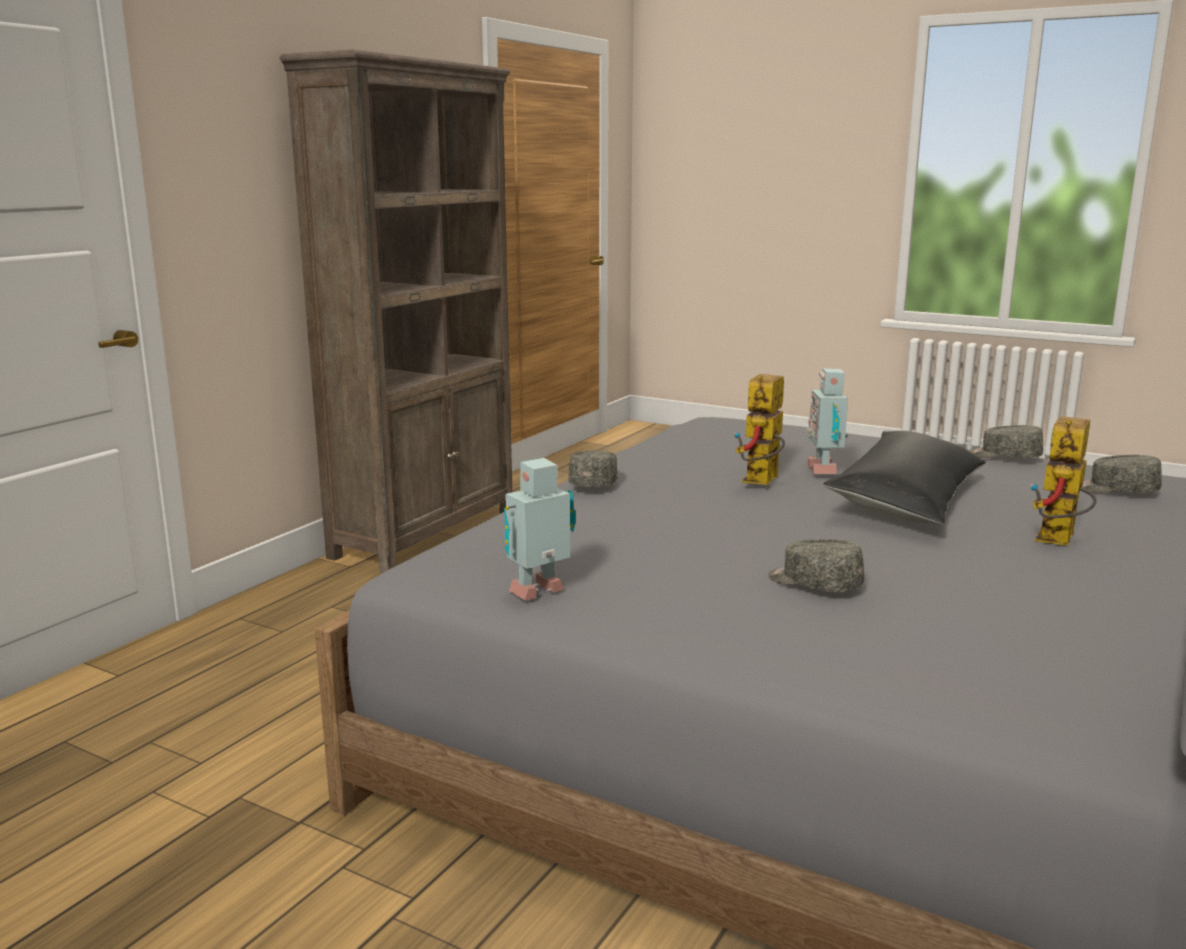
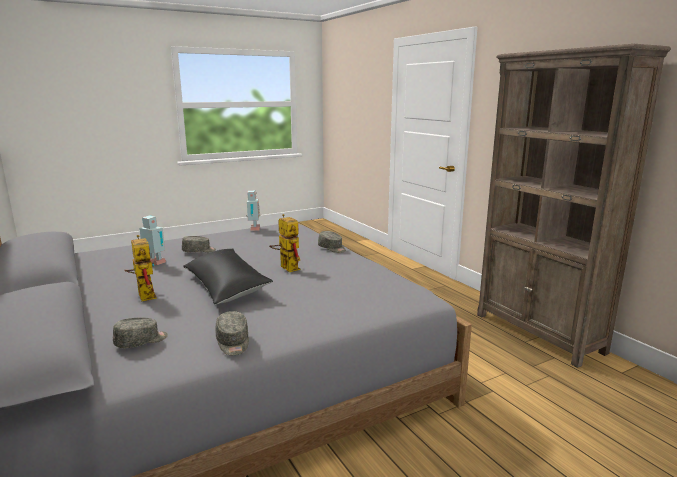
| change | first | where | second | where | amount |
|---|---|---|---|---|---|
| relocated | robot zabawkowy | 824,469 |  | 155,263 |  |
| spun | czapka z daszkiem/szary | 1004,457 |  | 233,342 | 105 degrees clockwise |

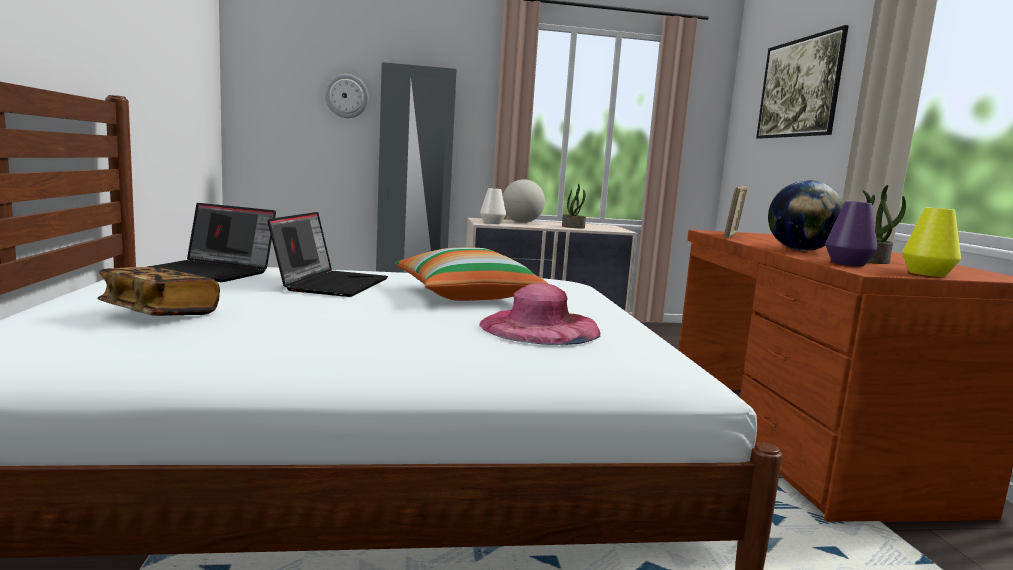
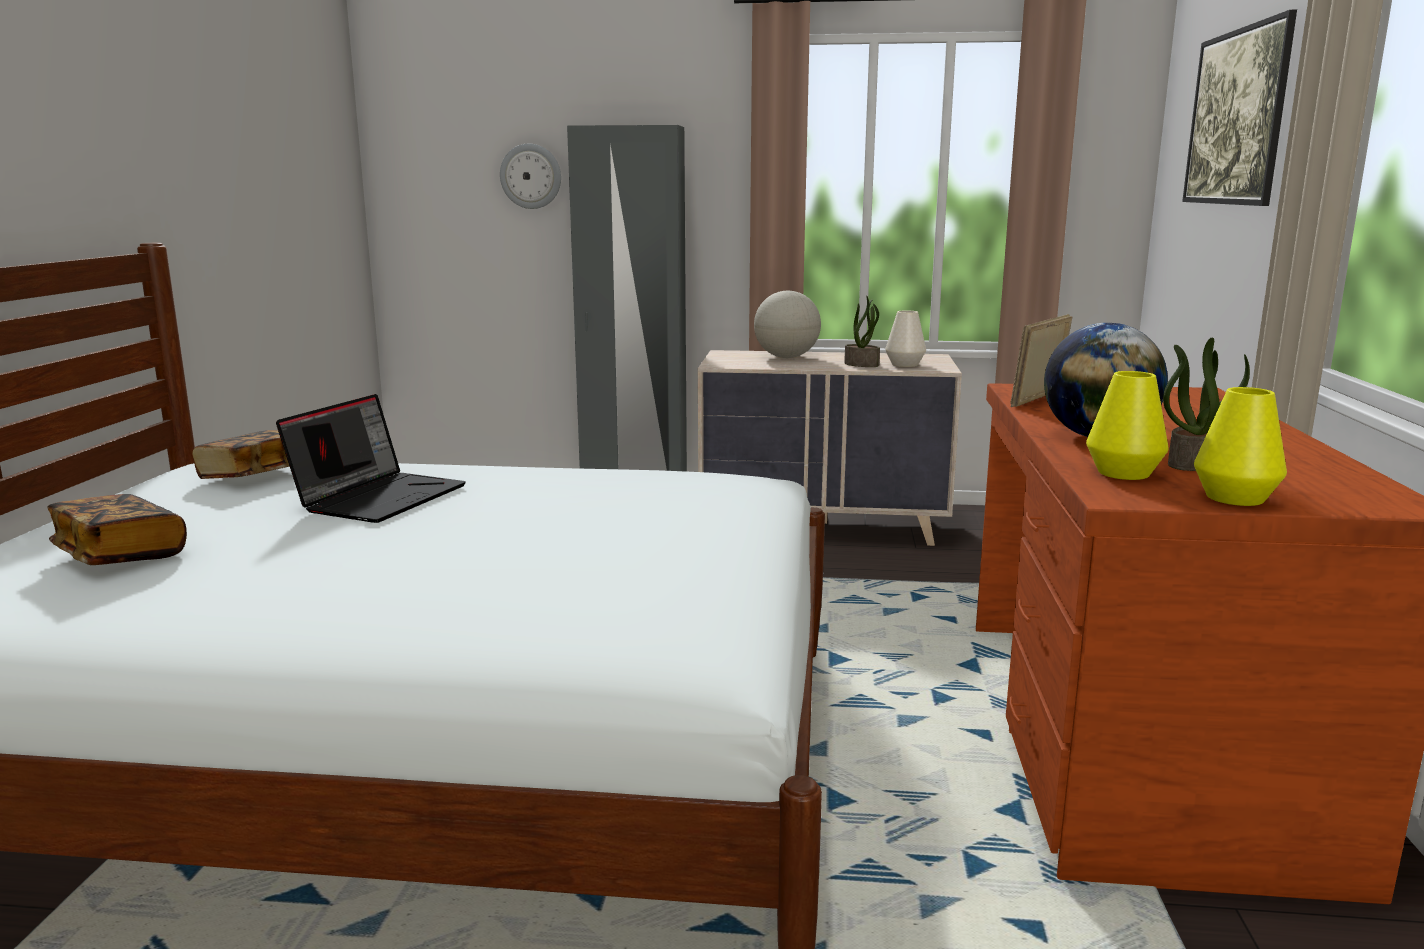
| change | first | where | second | where | amount |
|---|---|---|---|---|---|
| exchanged | laptop | 212,271 | książka | 254,476 |  |
| missing | poduszka | 466,295 |  |  |  |
| missing | kapelusz/różowy | 540,327 |  |  |  |
| relocated | wazon/biały | 492,223 |  | 904,364 |  |
| colour | wazon/fioletowy | 848,263 | wazon/żółty | 1124,473 |  |

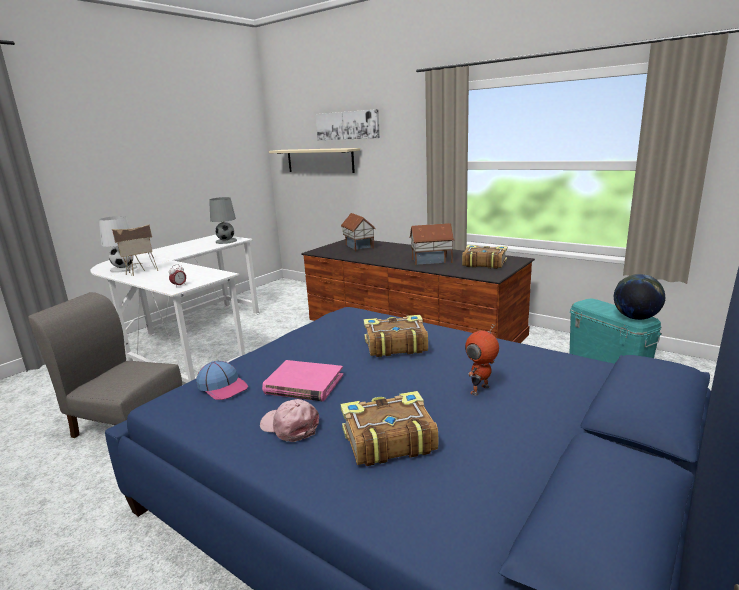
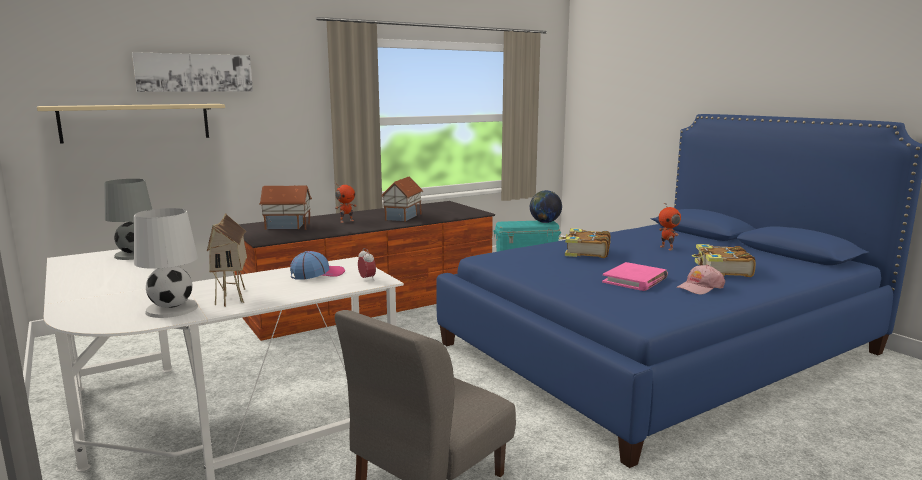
| change | first | where | second | where | amount |
|---|---|---|---|---|---|
| relocated | czapka z daszkiem | 223,387 |  | 317,273 |  |
| missing | książka | 483,263 |  |  |  |
| appeared |  |  | robot zabawkowy | 346,221 |  |

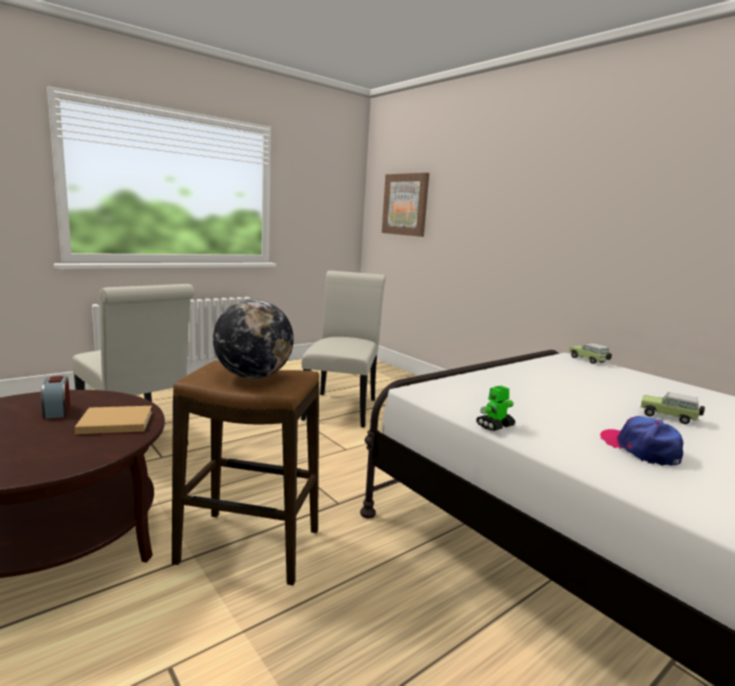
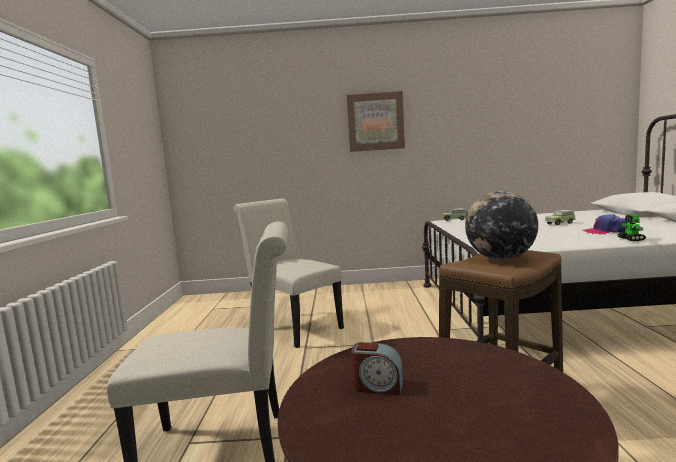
| change | first | where | second | where | amount |
|---|---|---|---|---|---|
| missing | książka/beżowy | 113,422 |  |  |  |
| relocated | obraz | 405,204 |  | 375,122 |  |
| relocated | robot zabawkowy | 494,426 |  | 631,239 |  |

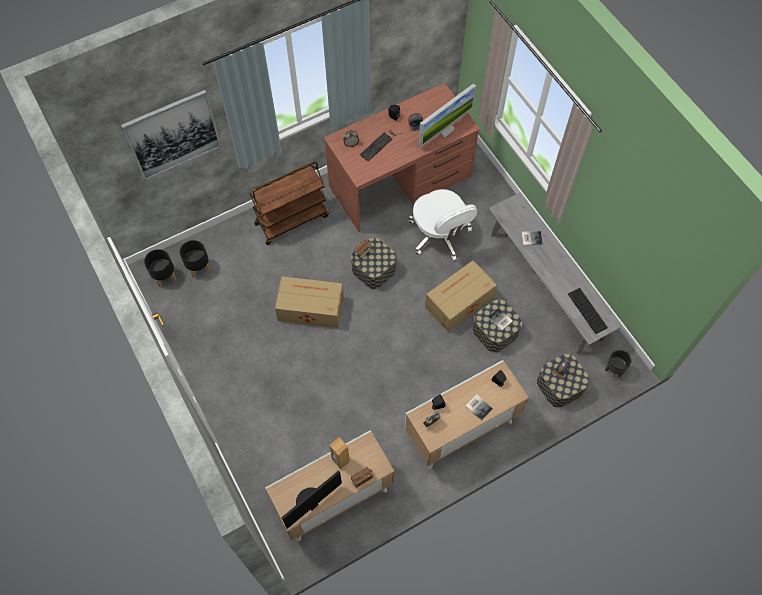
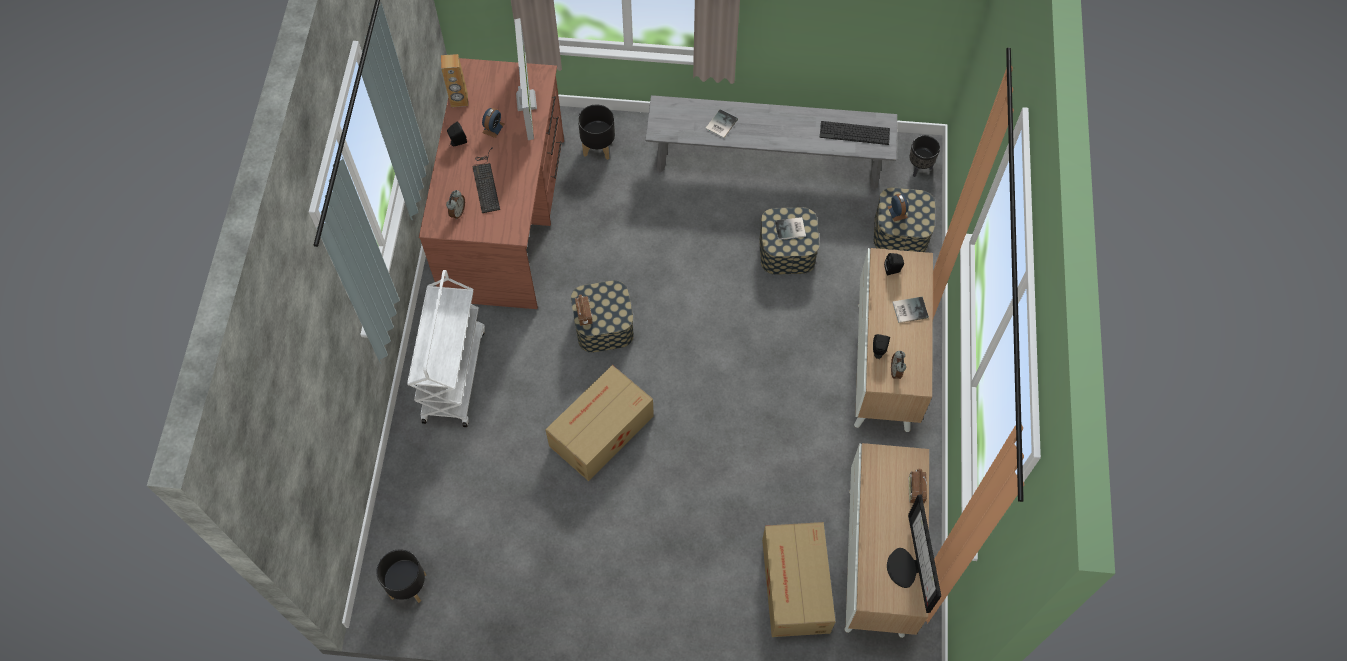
| change | first | where | second | where | amount |
|---|---|---|---|---|---|
| missing | obraz | 173,134 |  |  |  |
| relocated | donica/czarny | 199,267 |  | 598,147 |  |
| colour | wózek/brązowy | 292,219 | wózek/biały | 453,374 |  |
| relocated | głośnik/brązowy | 340,460 |  | 459,100 |  |
| missing | krzesło biurowe/biały | 439,235 |  |  |  |
| relocated | karton | 458,302 |  | 795,587 |  |

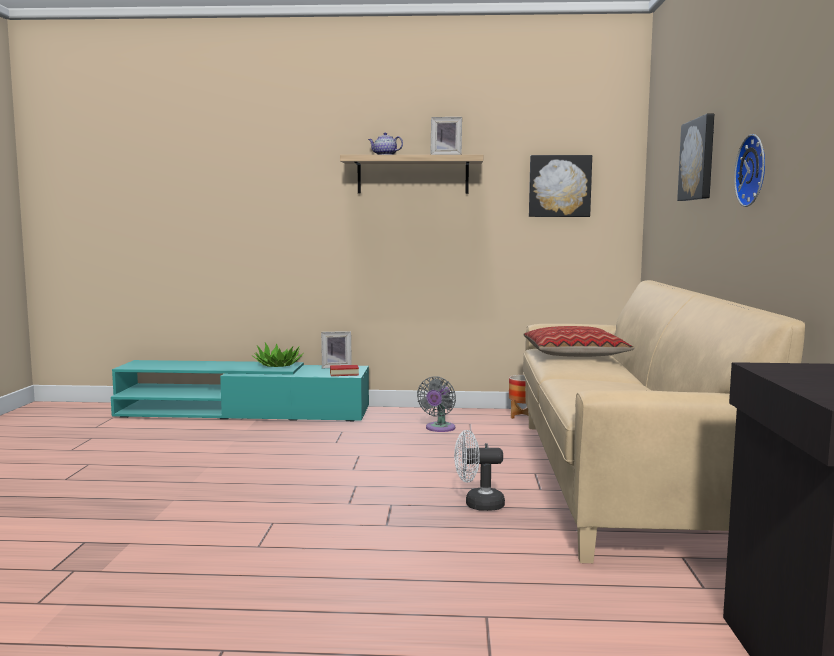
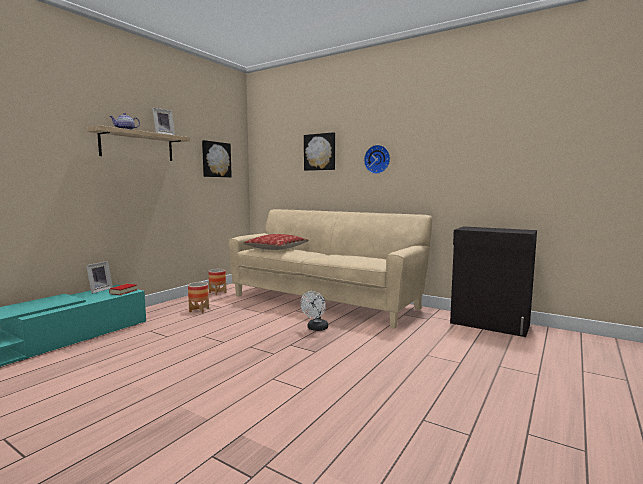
| change | first | where | second | where | amount |
|---|---|---|---|---|---|
| missing | roślina doniczkowa | 278,365 |  |  |  |
| exchanged | wentylator/szary | 439,428 | donica | 199,310 |  |

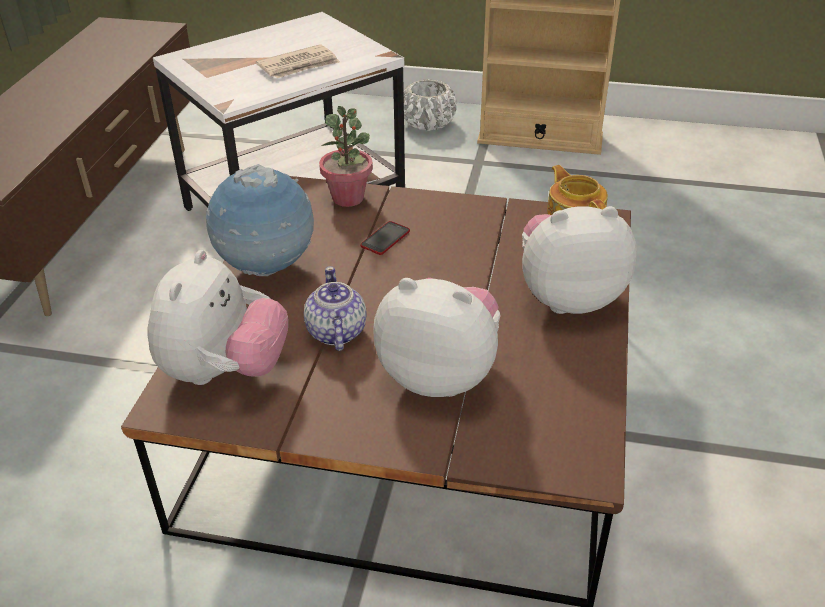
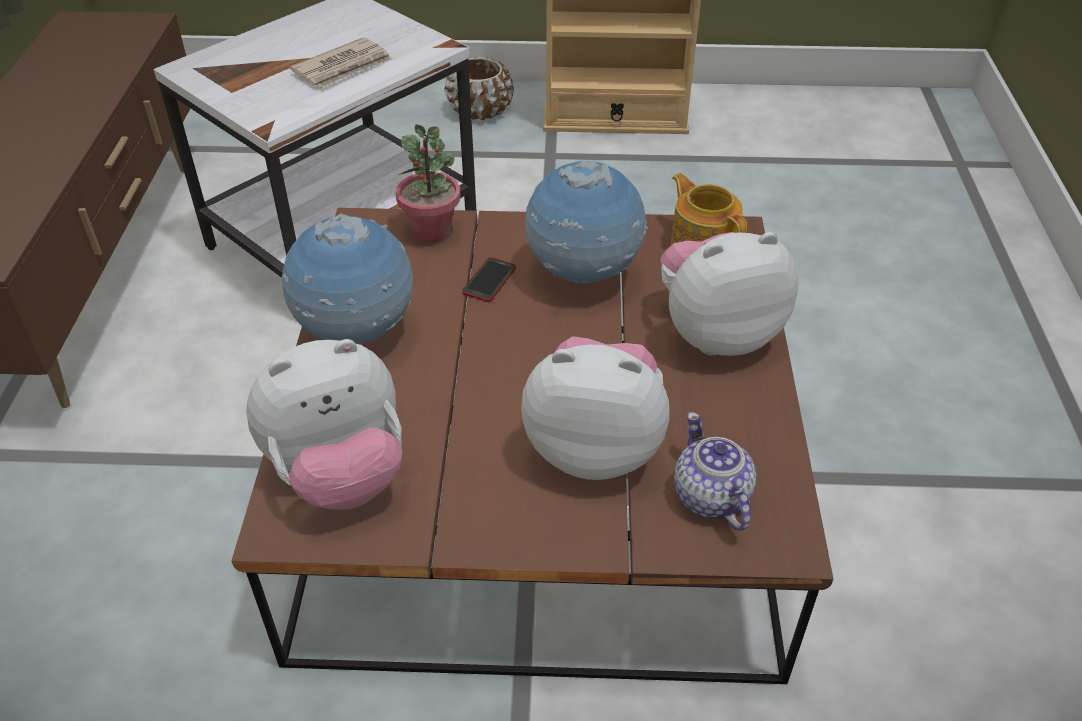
| change | first | where | second | where | amount |
|---|---|---|---|---|---|
| spun | pluszak | 224,371 |  | 340,473 | 60 degrees clockwise |
| relocated | imbryk | 335,332 |  | 710,497 |  |
| colour | donica/biały | 428,123 | donica/brązowy | 480,110 |  |
| appeared |  |  | globus | 583,275 |  |

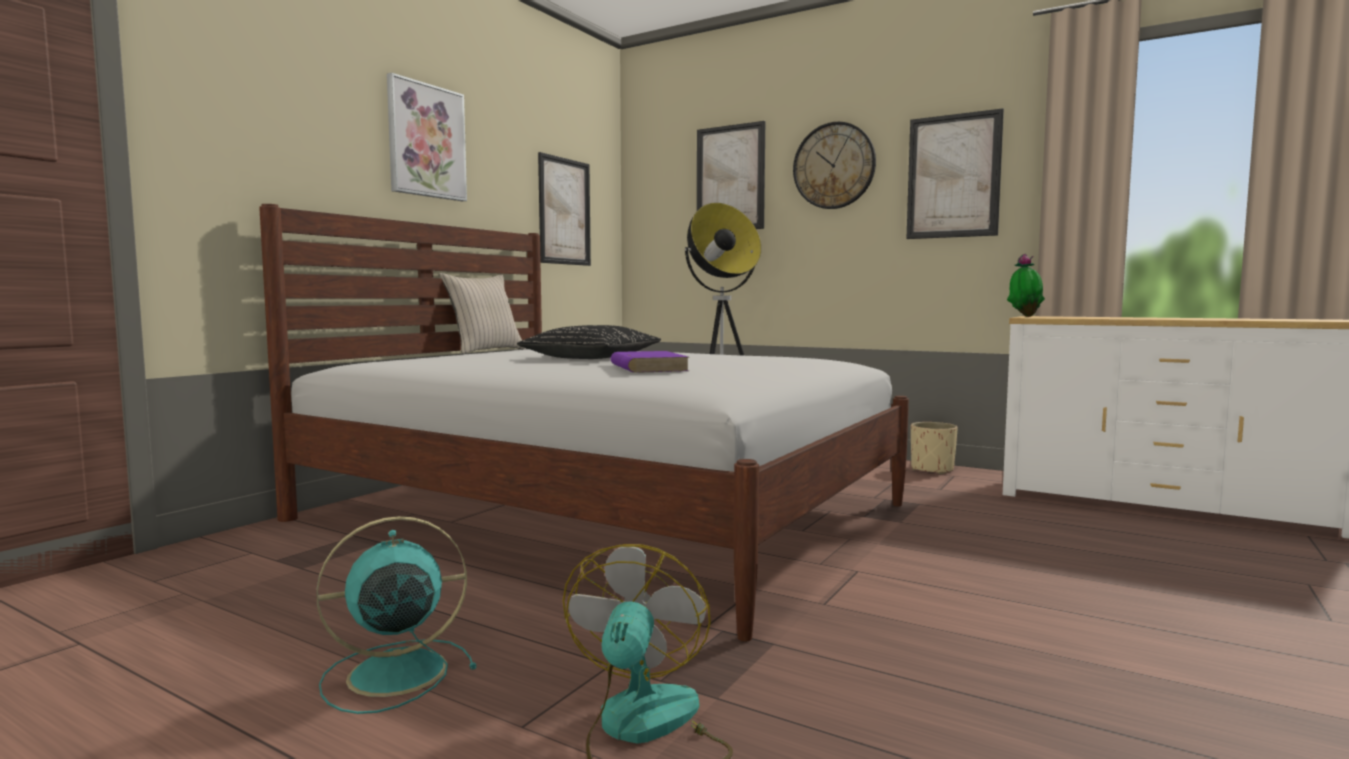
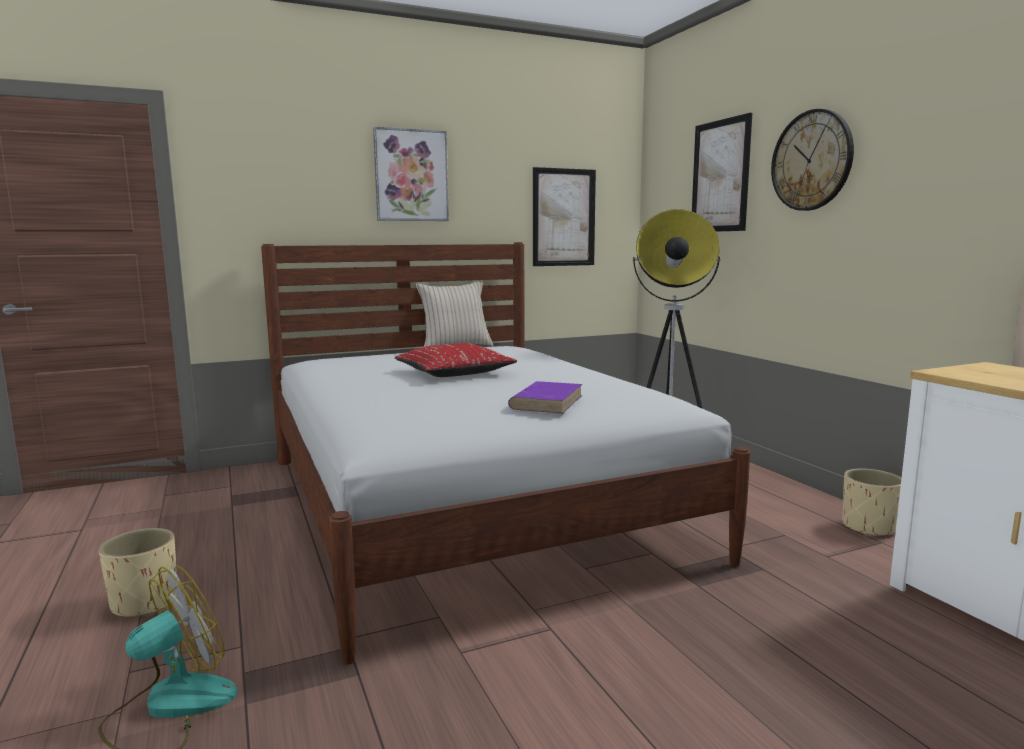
| change | first | where | second | where | amount |
|---|---|---|---|---|---|
| exchanged | wentylator/turkusowy | 392,674 | donica/beżowy | 144,604 |  |
| colour | poduszka/czarny | 591,357 | poduszka/czerwony | 454,373 |  |
| relocated | książka/fioletowy | 648,367 |  | 547,402 |  |
| missing | obraz | 953,176 |  |  |  |
| missing | roślina doniczkowa | 1025,316 |  |  |  |

